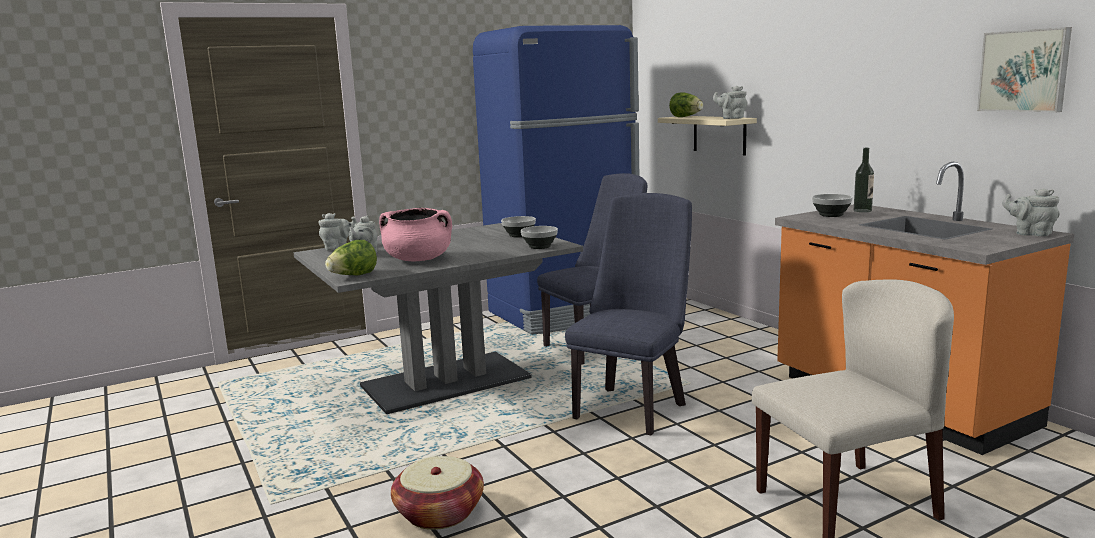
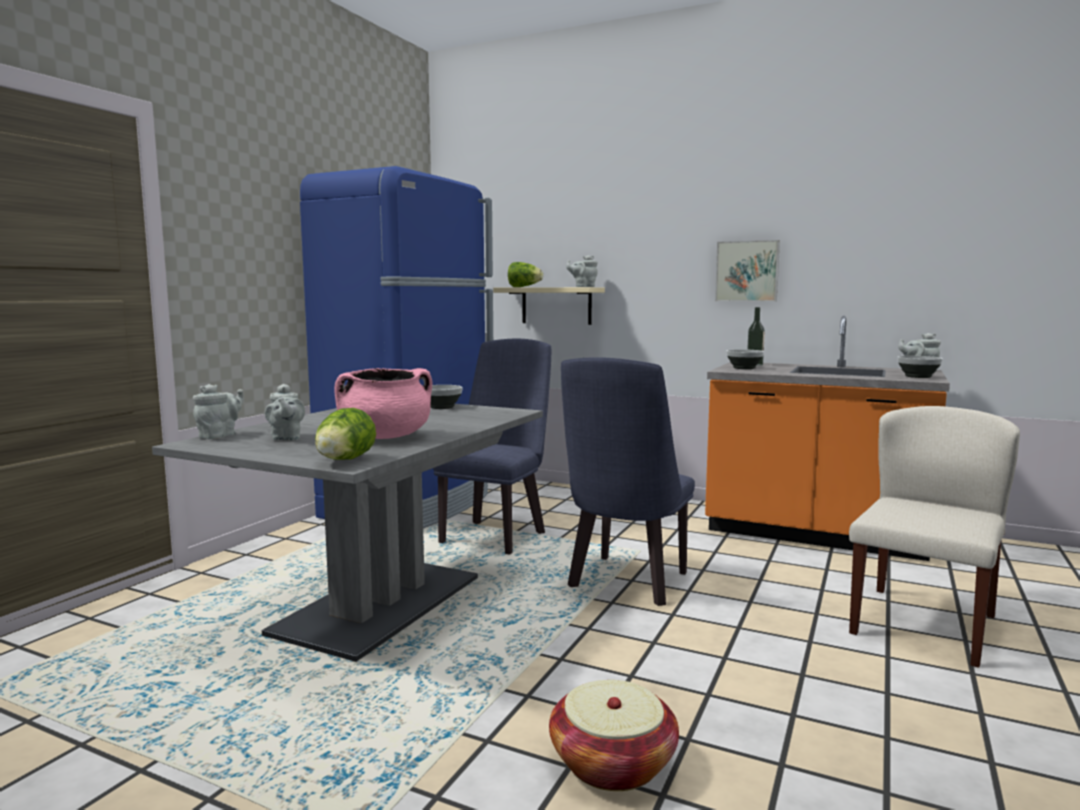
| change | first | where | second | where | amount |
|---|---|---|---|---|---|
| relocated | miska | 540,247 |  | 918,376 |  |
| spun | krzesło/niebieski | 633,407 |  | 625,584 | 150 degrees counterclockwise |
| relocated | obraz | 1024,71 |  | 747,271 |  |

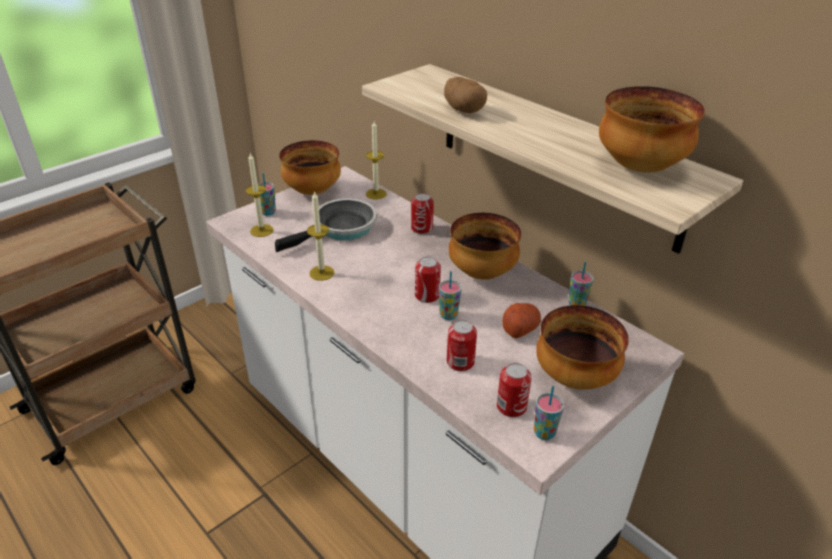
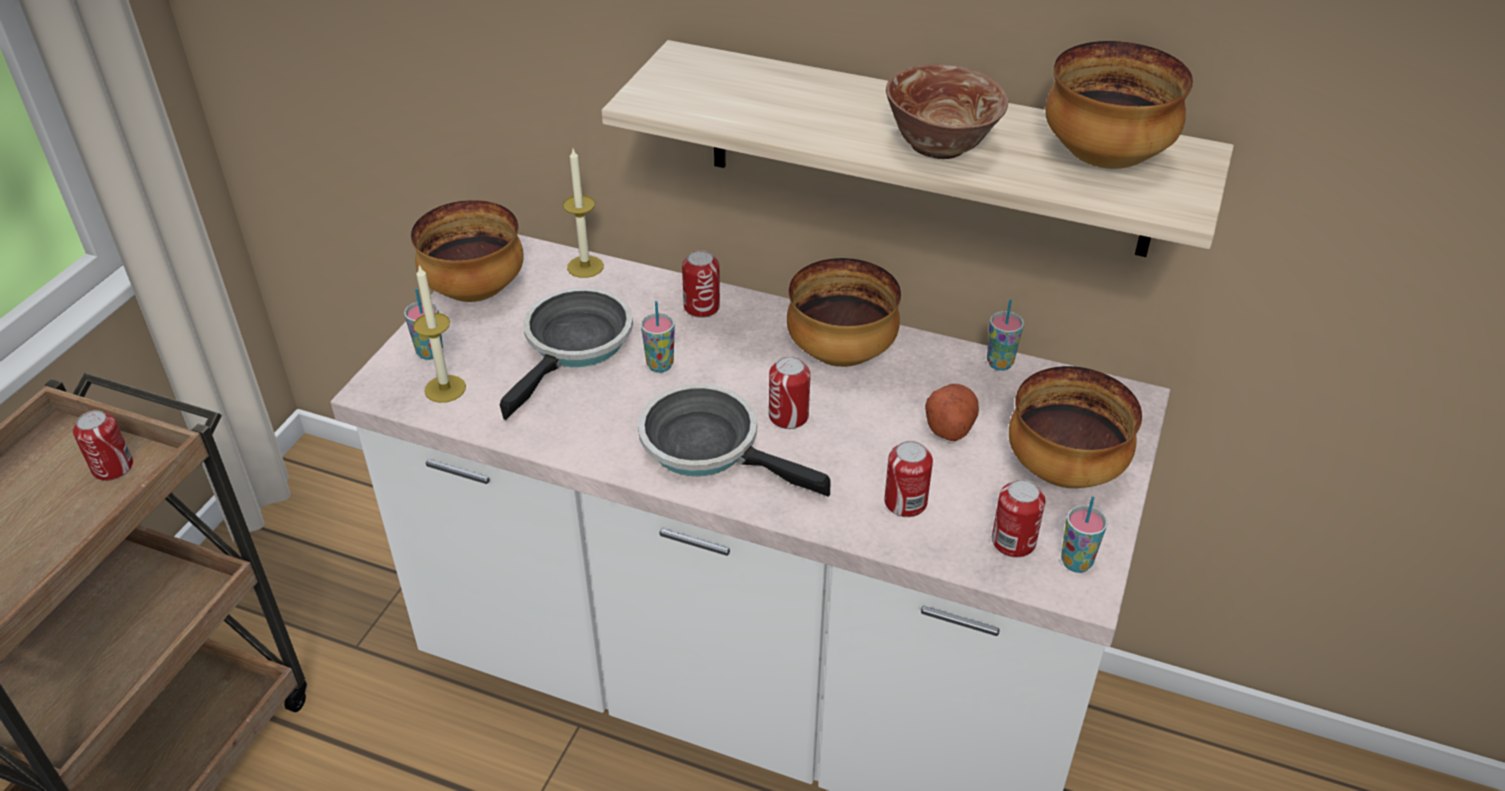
| change | first | where | second | where | amount |
|---|---|---|---|---|---|
| missing | świeca | 321,273 |  |  |  |
| relocated | filiżanka | 448,315 |  | 660,365 |  |
| missing | ziemniak | 463,110 |  |  |  |
| appeared |  |  | puszka | 113,467 |  |
| appeared |  |  | patelnia | 709,446 |  |
| appeared |  |  | miska | 940,146 |  |

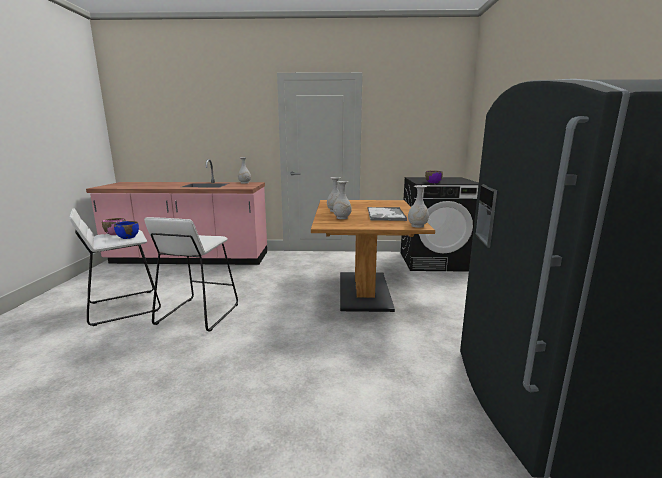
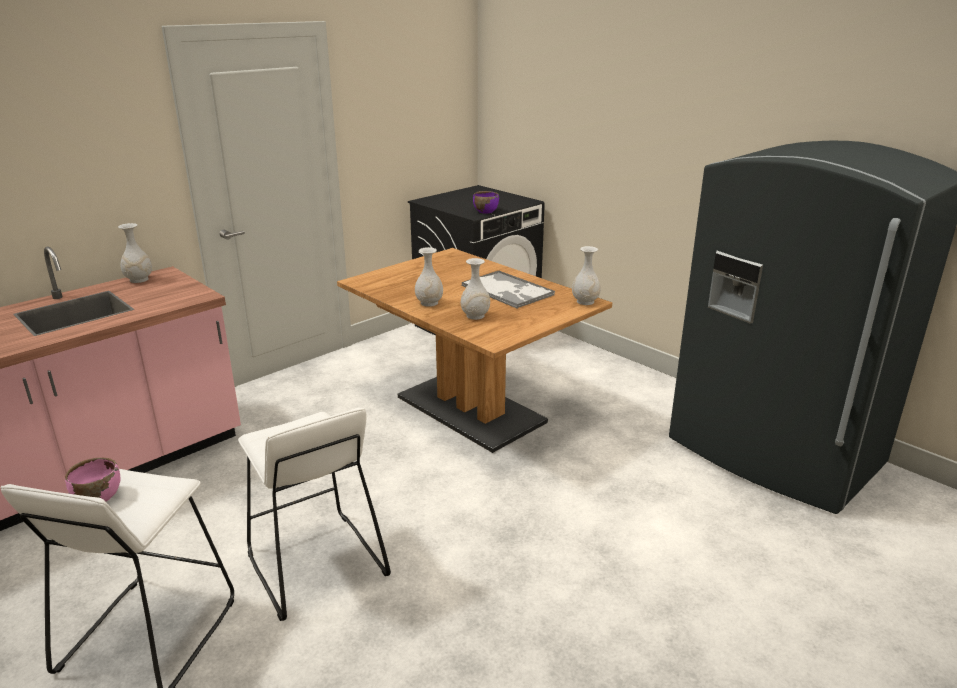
| change | first | where | second | where | amount |
|---|---|---|---|---|---|
| missing | miska/niebieski | 128,237 |  |  |  |

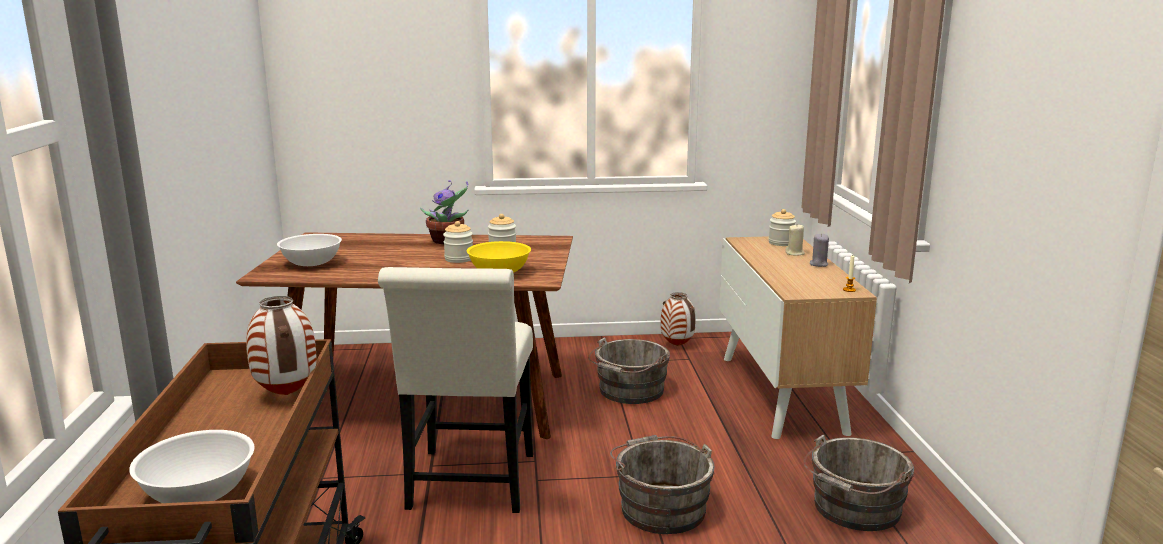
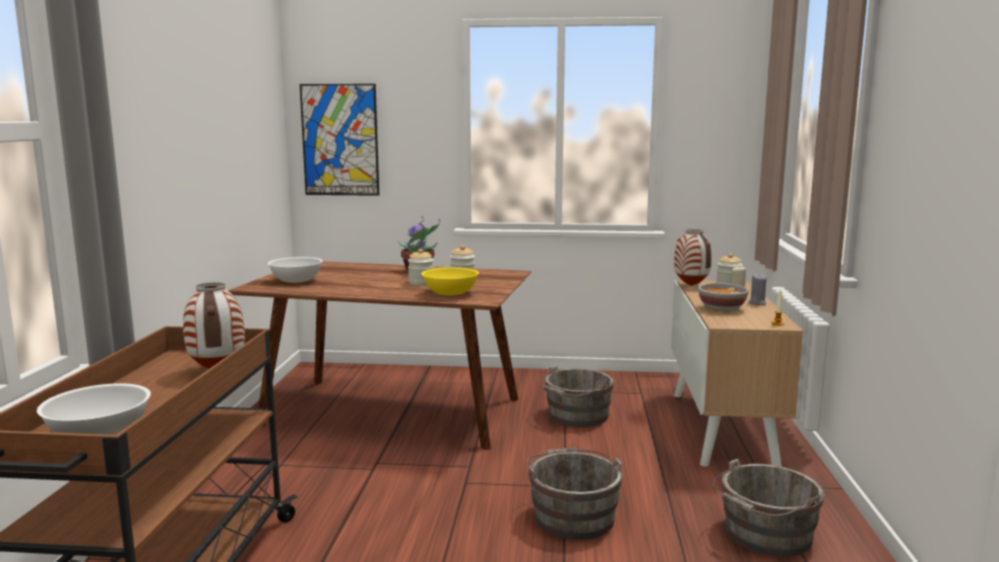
| change | first | where | second | where | amount |
|---|---|---|---|---|---|
| missing | krzesło/biały | 469,486 |  |  |  |
| relocated | wazon | 677,346 |  | 692,286 |  |
| appeared |  |  | obraz | 340,140 |  |
| appeared |  |  | miska | 721,308 |  |

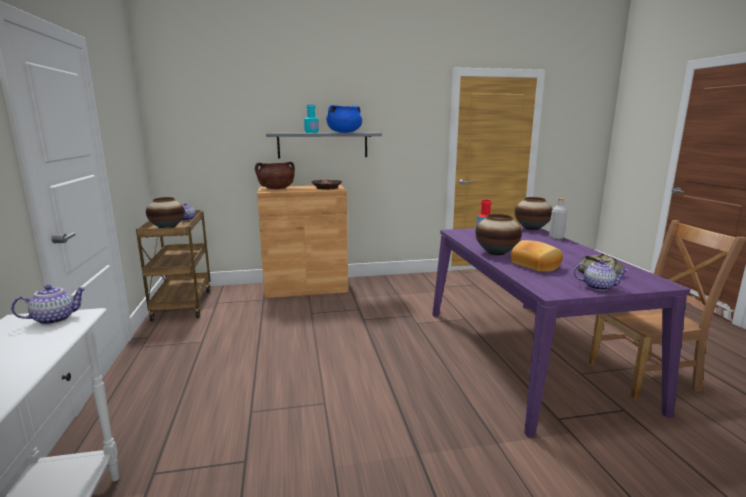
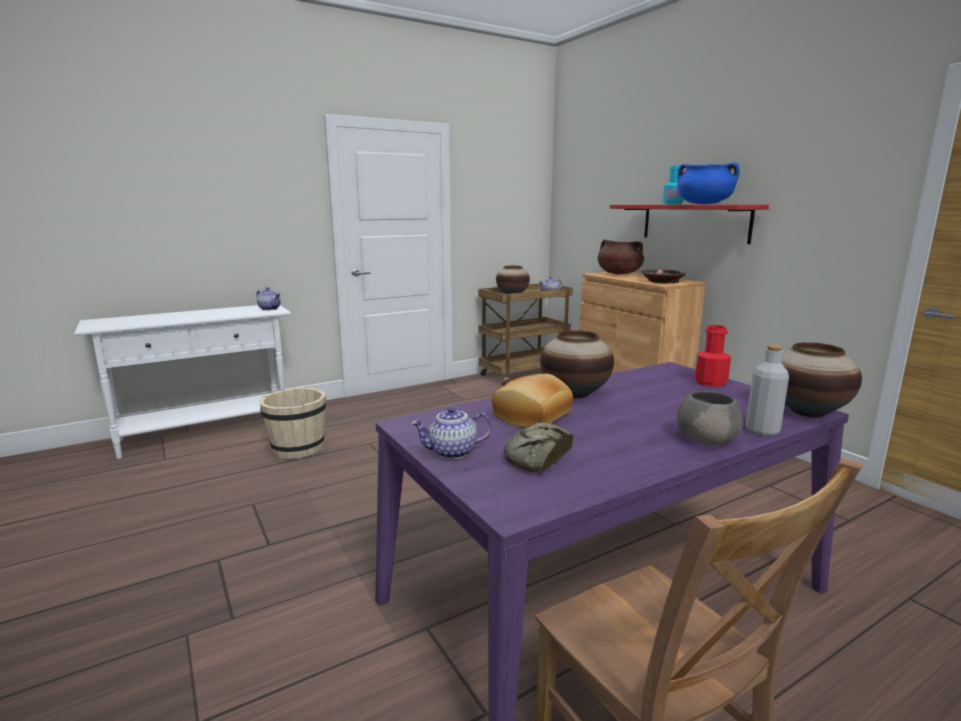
| change | first | where | second | where | amount |
|---|---|---|---|---|---|
| colour | półka/szary | 323,145 | półka/czerwony | 694,222 |  |
| spun | imbryk | 598,287 |  | 452,453 | 75 degrees clockwise |
| appeared |  |  | wiadro/beżowy | 297,449 |  |
| appeared |  |  | miska/szary | 707,439 |  |

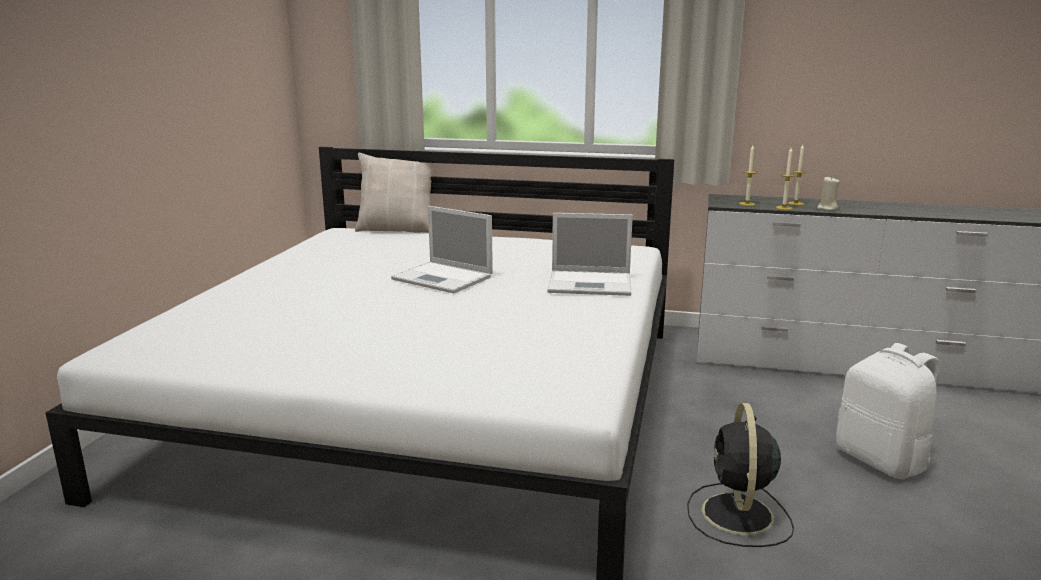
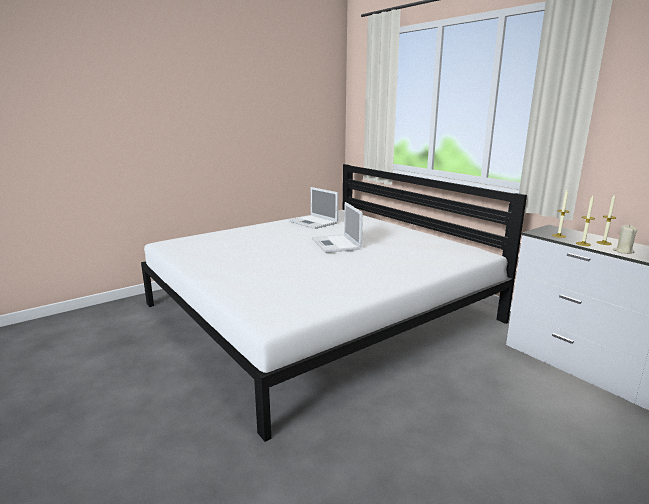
| change | first | where | second | where | amount |
|---|---|---|---|---|---|
| missing | poduszka/beżowy | 397,229 |  |  |  |
| relocated | laptop | 591,284 |  | 314,222 |  |
| missing | wentylator/czarny | 738,516 |  |  |  |
| missing | plecak/biały | 882,460 |  |  |  |

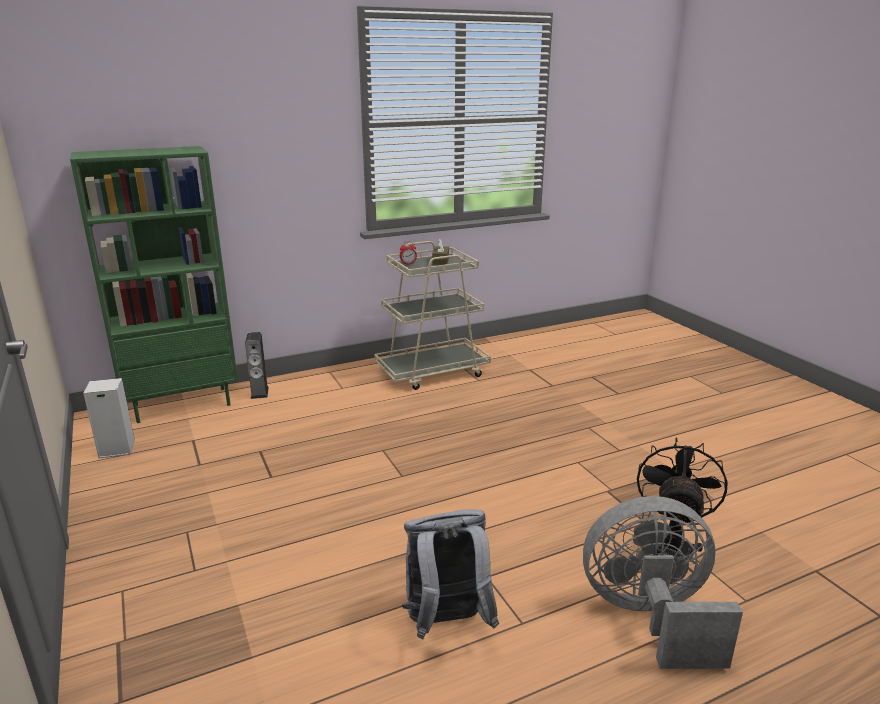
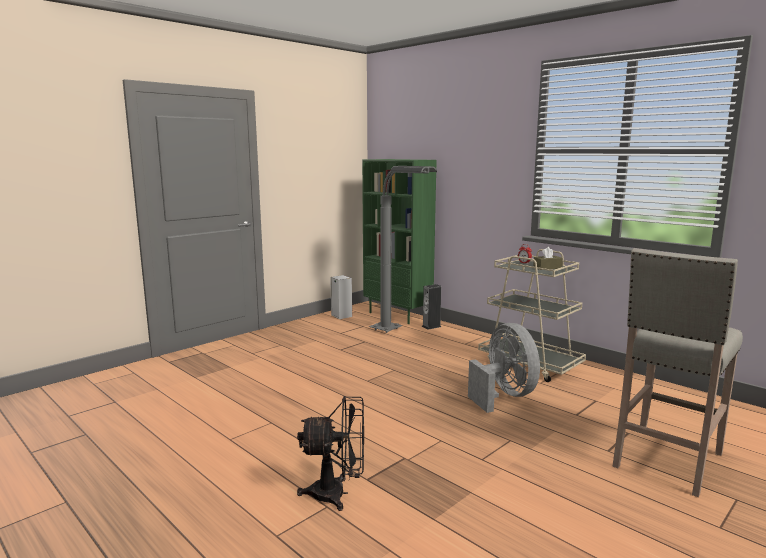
| change | first | where | second | where | amount |
|---|---|---|---|---|---|
| missing | plecak/szary | 447,623 |  |  |  |
| relocated | wentylator/szary | 650,617 |  | 504,396 |  |
| appeared |  |  | lampa stojąca/szary | 400,332 |  |
| appeared |  |  | stołek/beżowy | 666,461 |  |

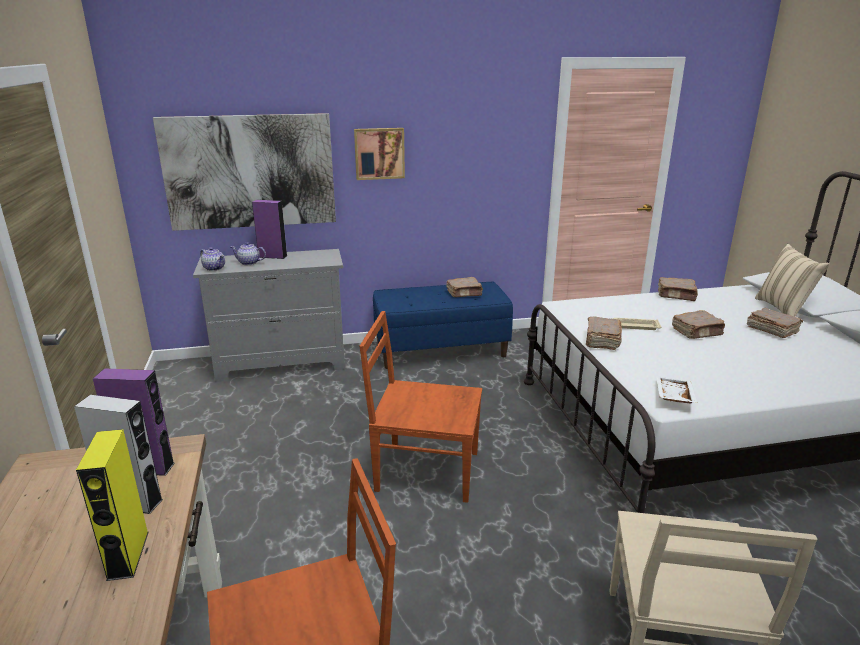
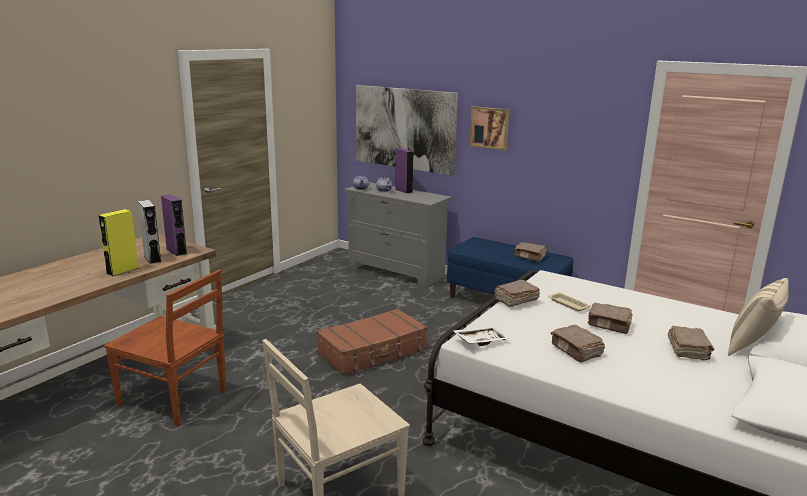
| change | first | where | second | where | amount |
|---|---|---|---|---|---|
| exchanged | krzesło/brązowy | 424,470 | walizka/brązowy | 373,352 |  |
| relocated | książka/brązowy | 676,296 |  | 576,351 |  |

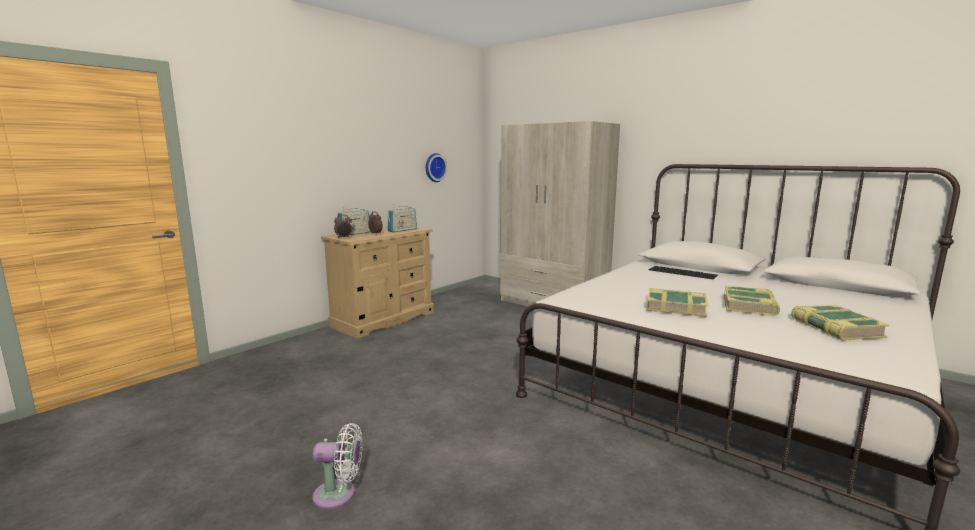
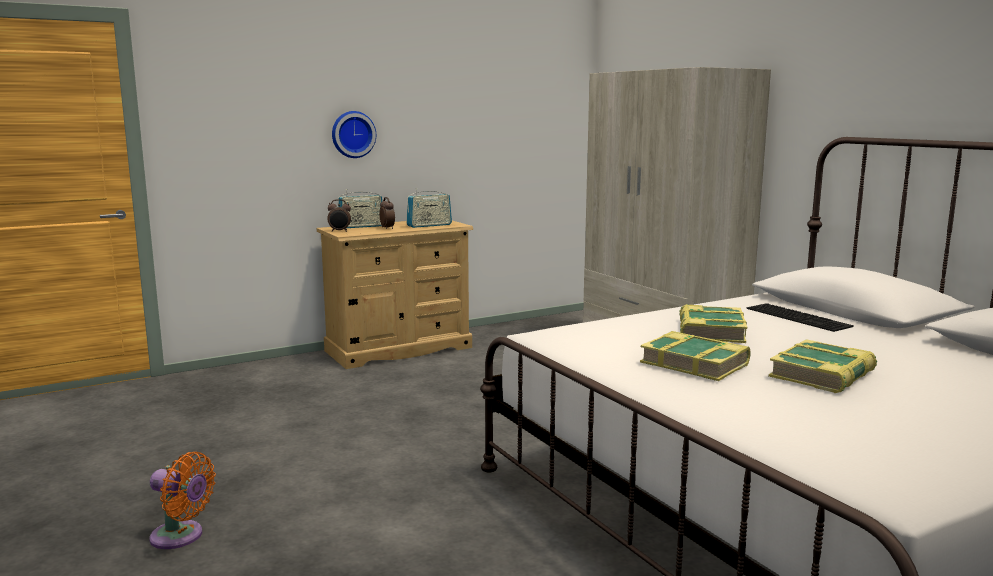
| change | first | where | second | where | amount |
|---|---|---|---|---|---|
| colour | wentylator/biały | 339,495 | wentylator/pomarańczowy | 181,537 |  |
| relocated | zegar ścienny | 434,167 |  | 352,134 |  |
| relocated | książka | 835,328 |  | 710,331 |  |

